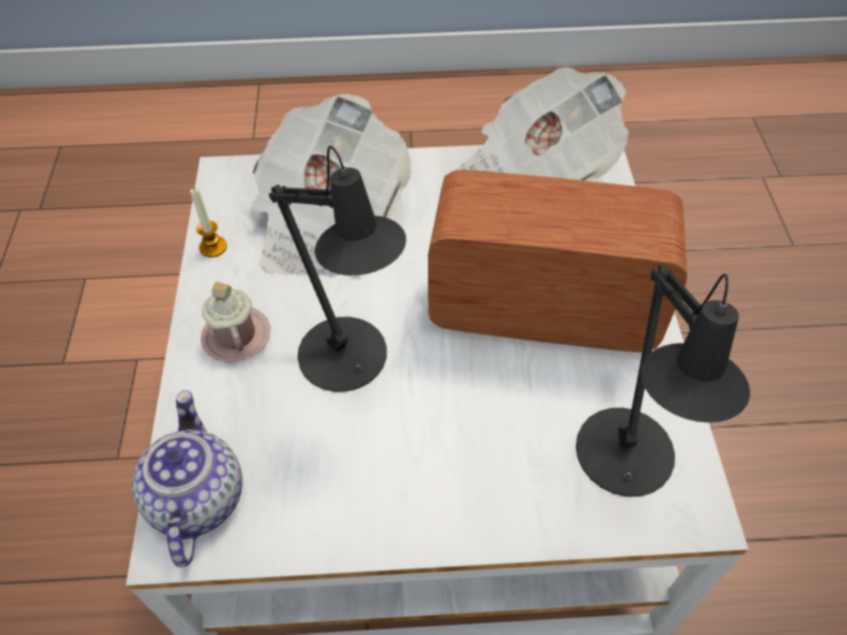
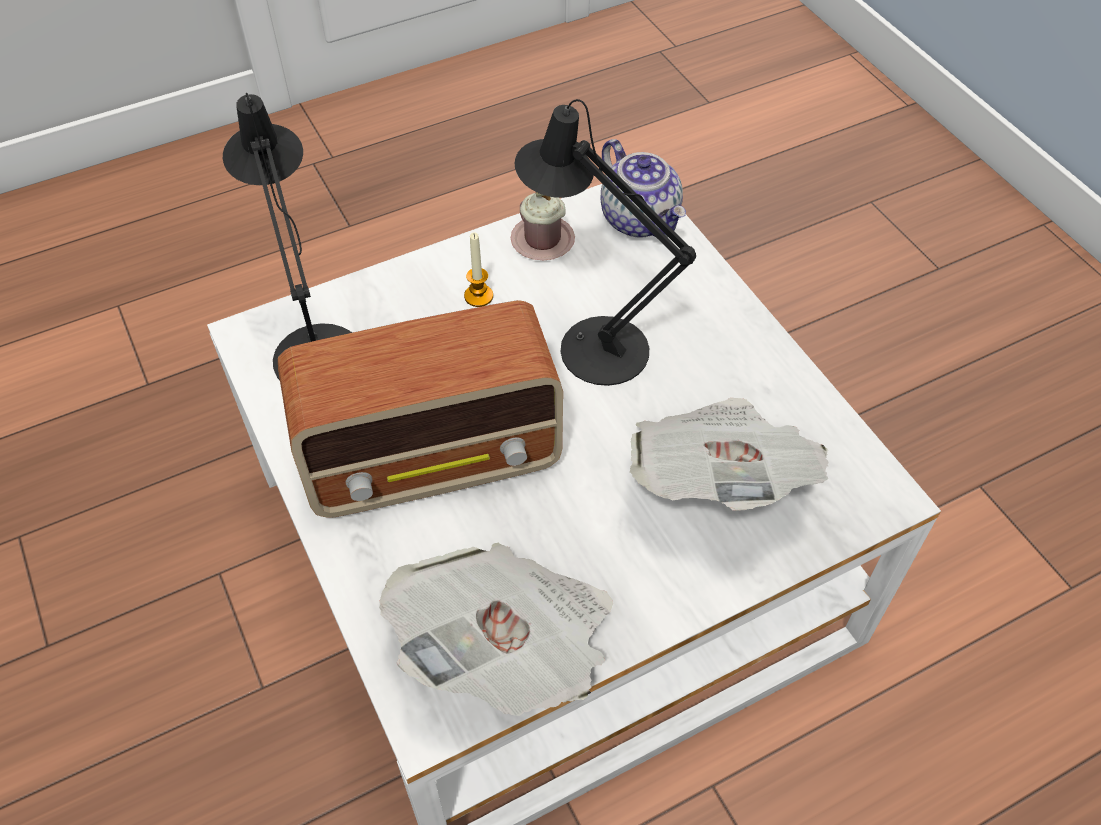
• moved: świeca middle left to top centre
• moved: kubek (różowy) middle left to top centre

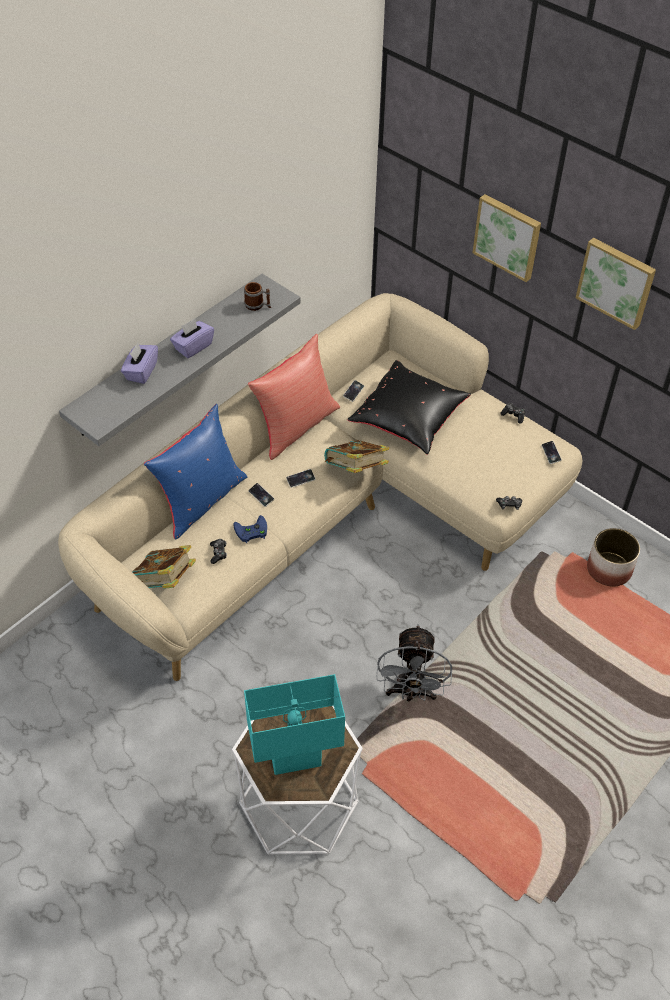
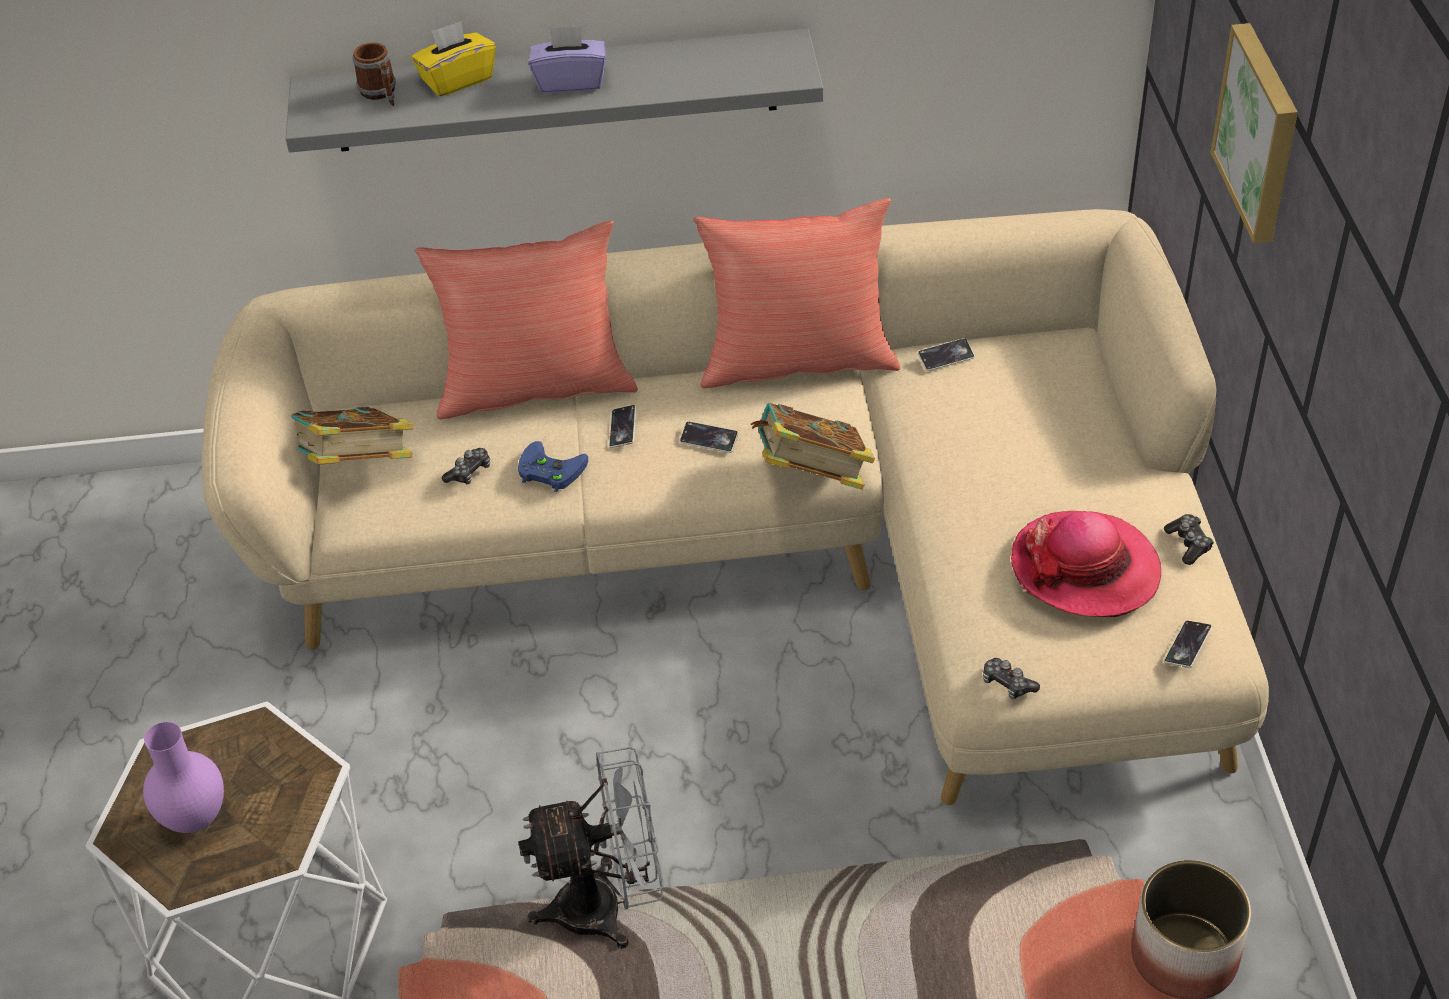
• removed: poduszka (czarny) centre
• removed: obraz (2nd from left) top right
• added: kapelusz middle right
• moved: kubek top centre to top left
• replaced: lampa stołowa (turkusowy) bottom centre to wazon (fioletowy) bottom left
• recoloured: pudełko chusteczek (fioletowy) (1st from left) middle left to pudełko chusteczek (żółty) top left
• recoloured: poduszka (niebieski) middle left to poduszka (czerwony) (1st from left) top centre
• turned: wentylator (szary) centre = bottom centre 150 degrees counterclockwise

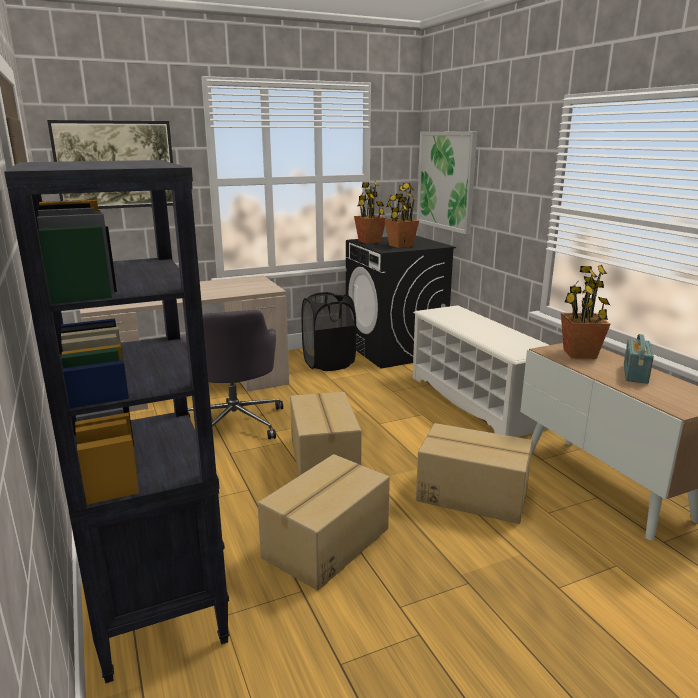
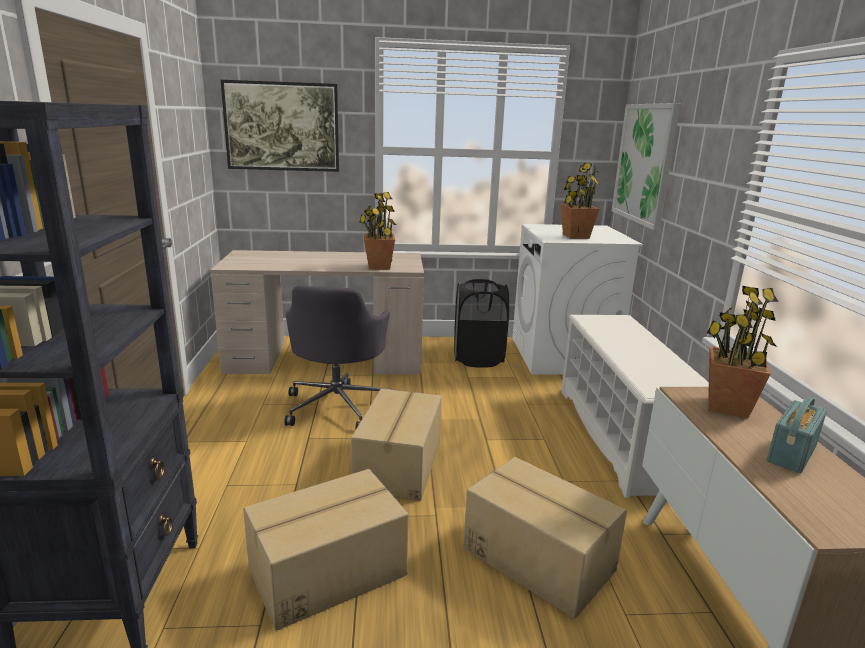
• moved: roślina doniczkowa (1st from left) top centre to centre
• recoloured: pralka (czarny) centre to pralka (biały) middle right

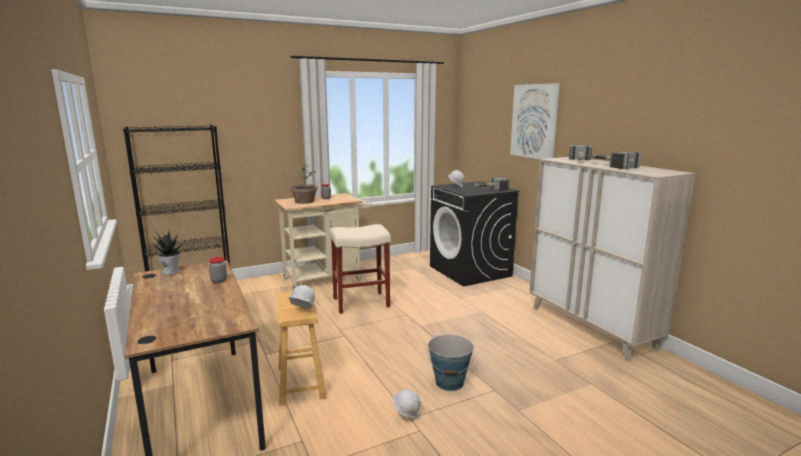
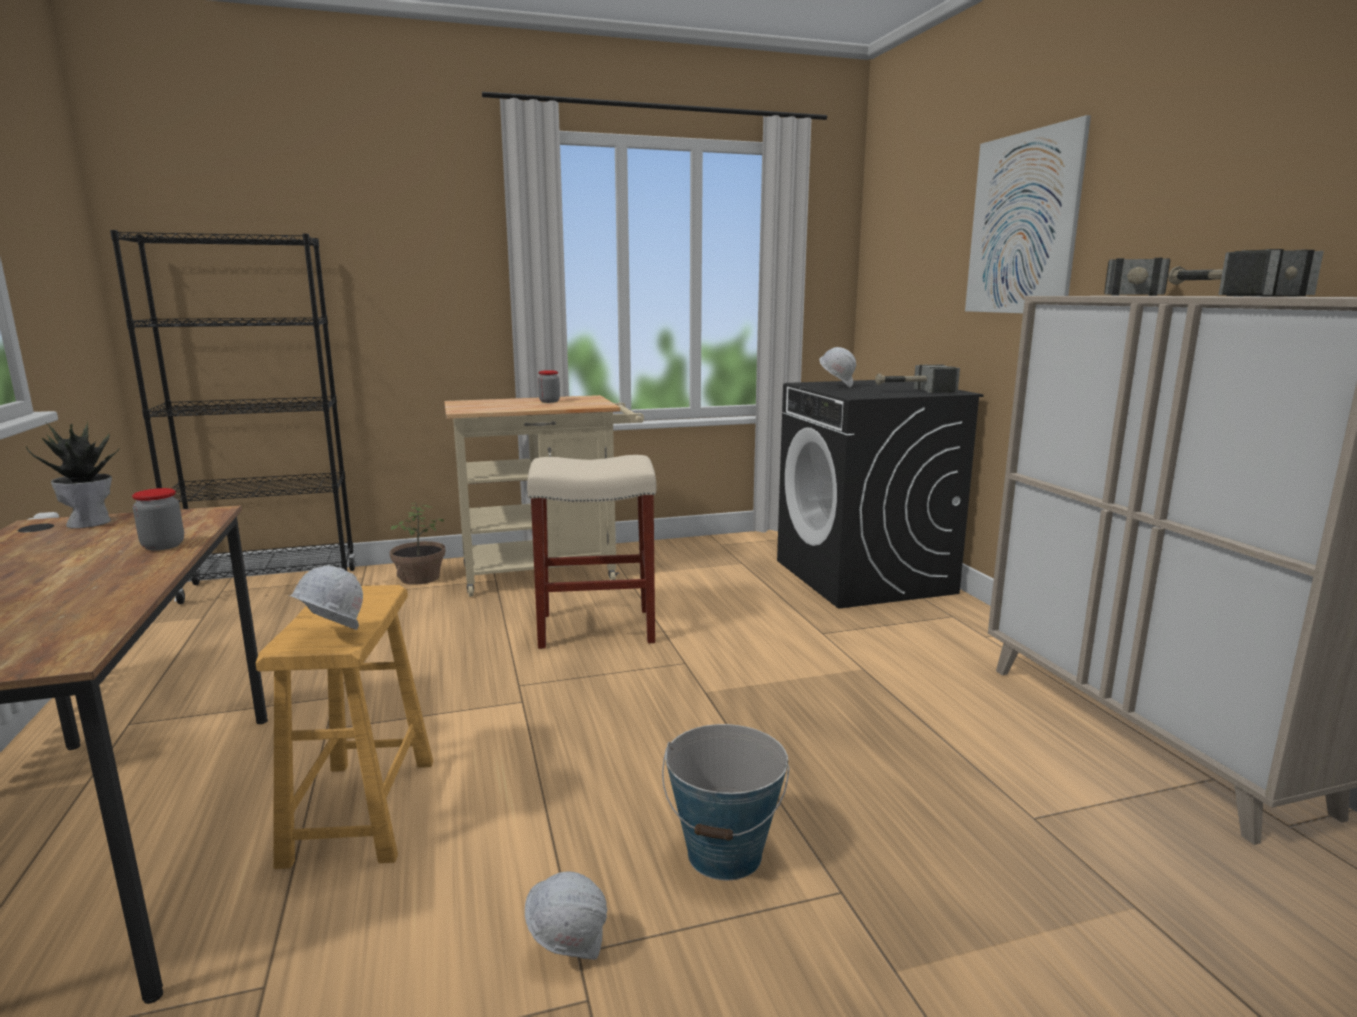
• moved: roślina doniczkowa (2nd from left) centre to middle left

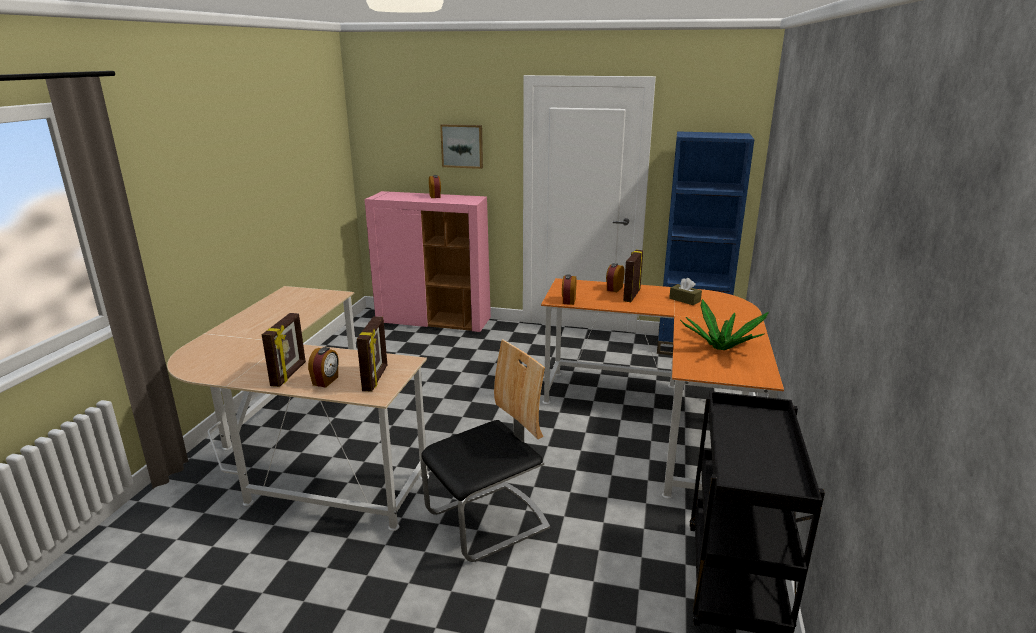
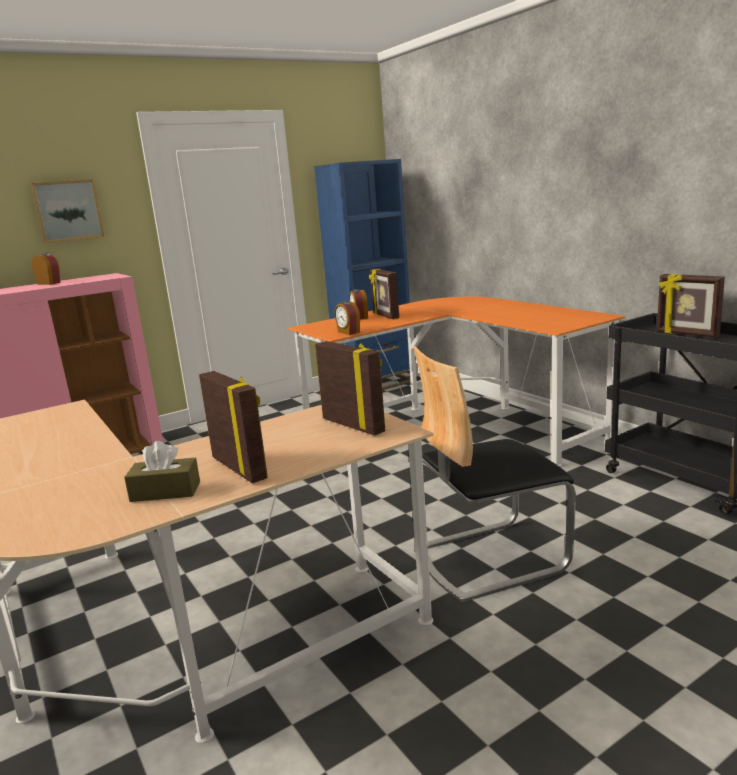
• removed: budzik (1st from left) middle left
• removed: roślina doniczkowa middle right
• added: ramka na zdjęcie (4th from left) middle right
• moved: pudełko chusteczek (brązowy) centre to middle left
• turned: krzesło bottom centre = middle right 120 degrees counterclockwise

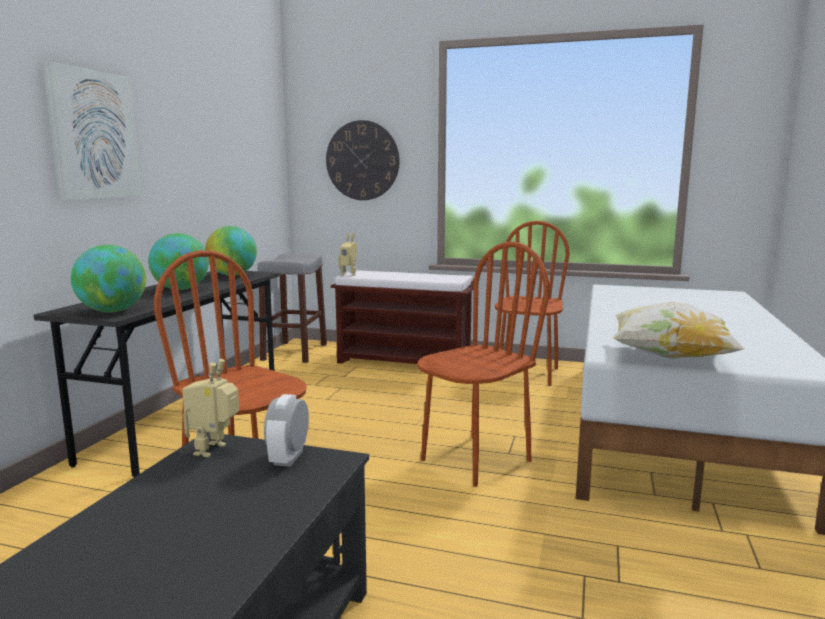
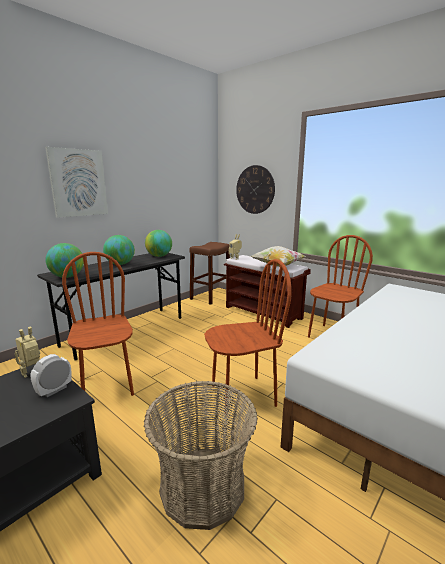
• added: koszyk bottom centre
• moved: poduszka middle right to centre
• recoloured: stołek (szary) centre to stołek (brązowy) centre

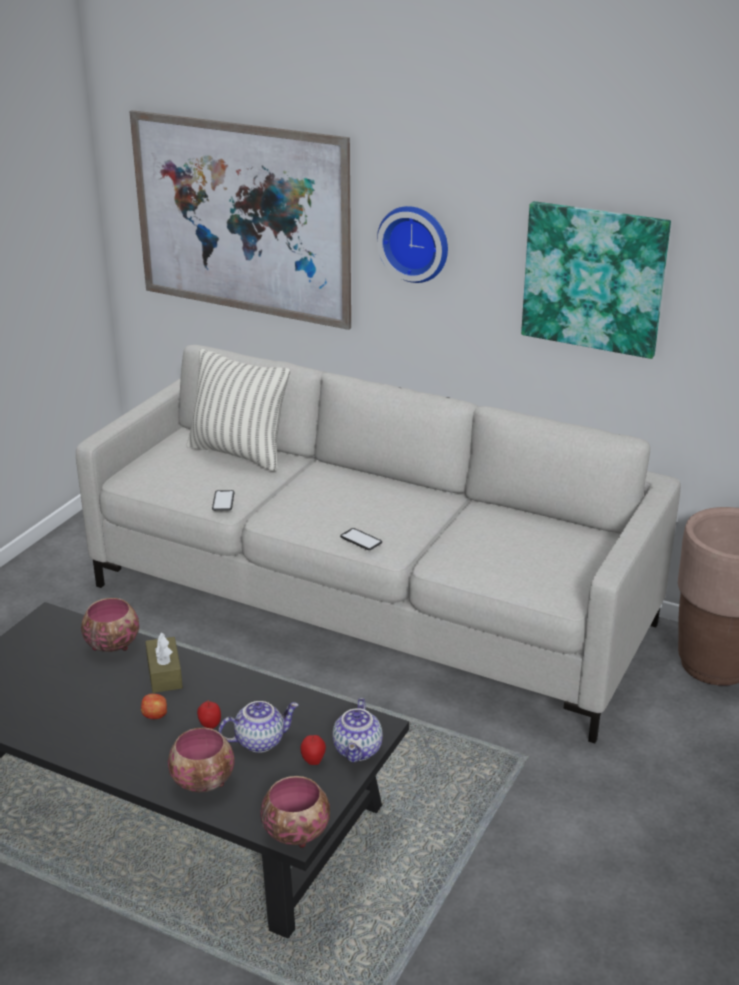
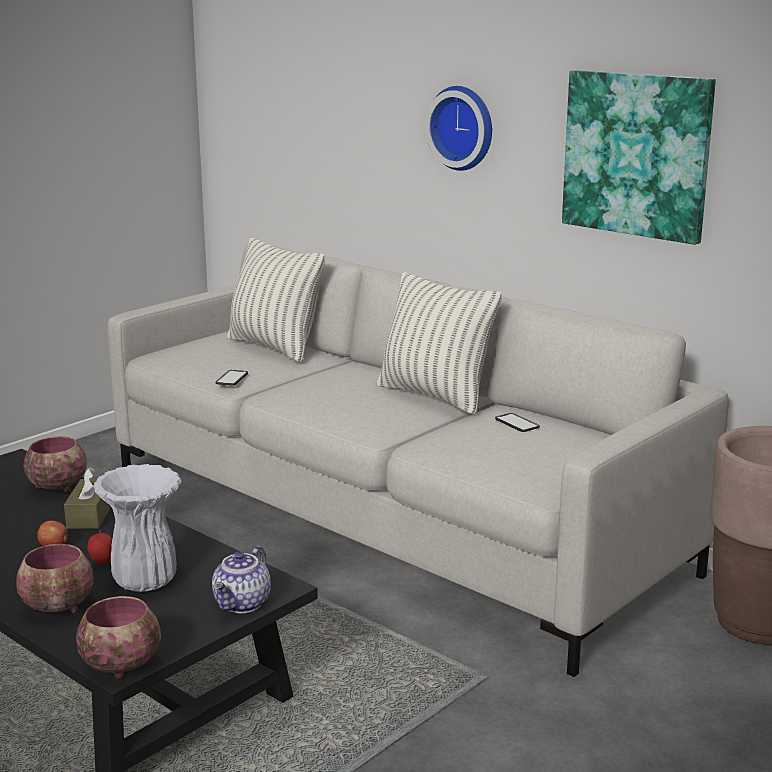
• removed: obraz (1st from left) top left
• removed: jabłko (3rd from left) bottom centre
• added: poduszka (2nd from left) centre
• moved: telefon (2nd from left) centre to middle right
• replaced: imbryk (1st from left) bottom centre to wazon (biały) bottom left

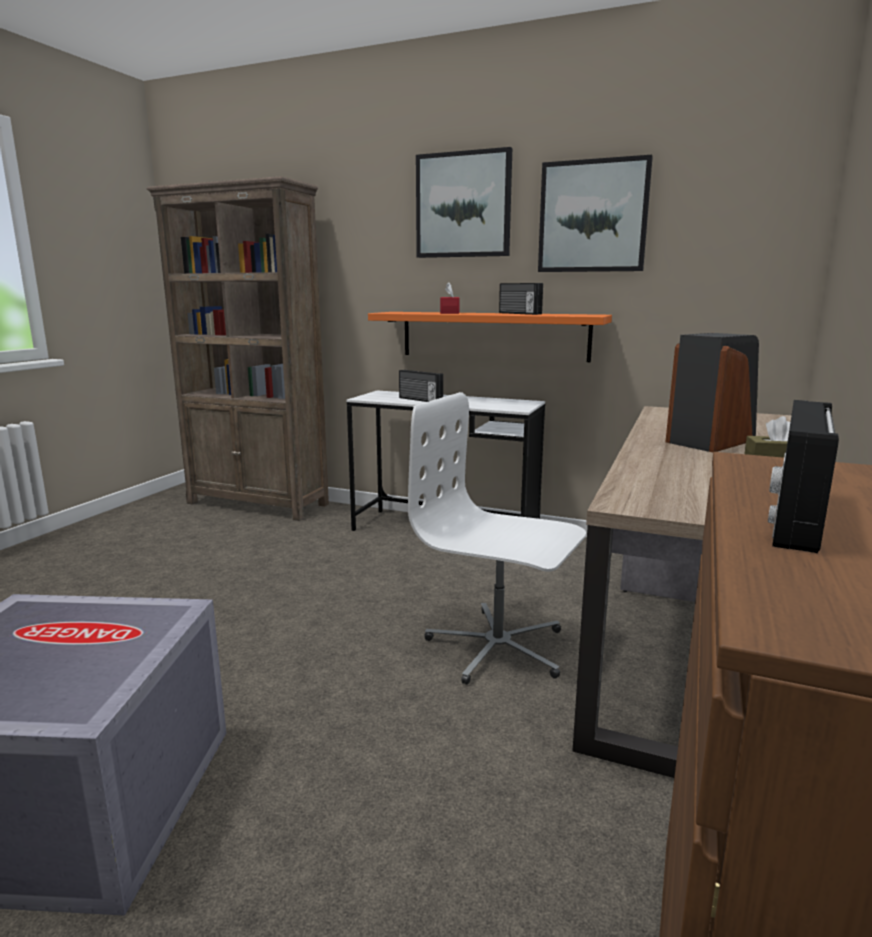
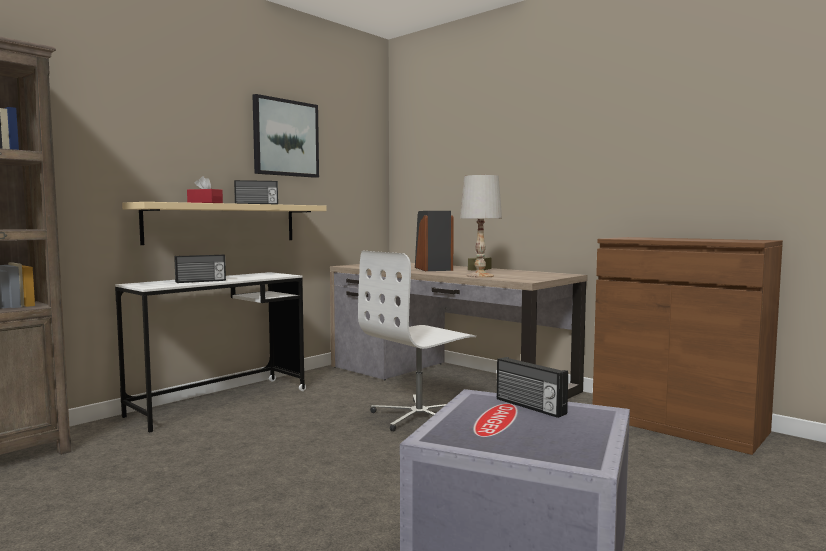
• removed: obraz (1st from left) top centre
• added: lampa stołowa (biały) centre
• moved: radio (3rd from left) middle right to bottom centre
• recoloured: półka (pomarańczowy) centre to półka (beżowy) middle left

